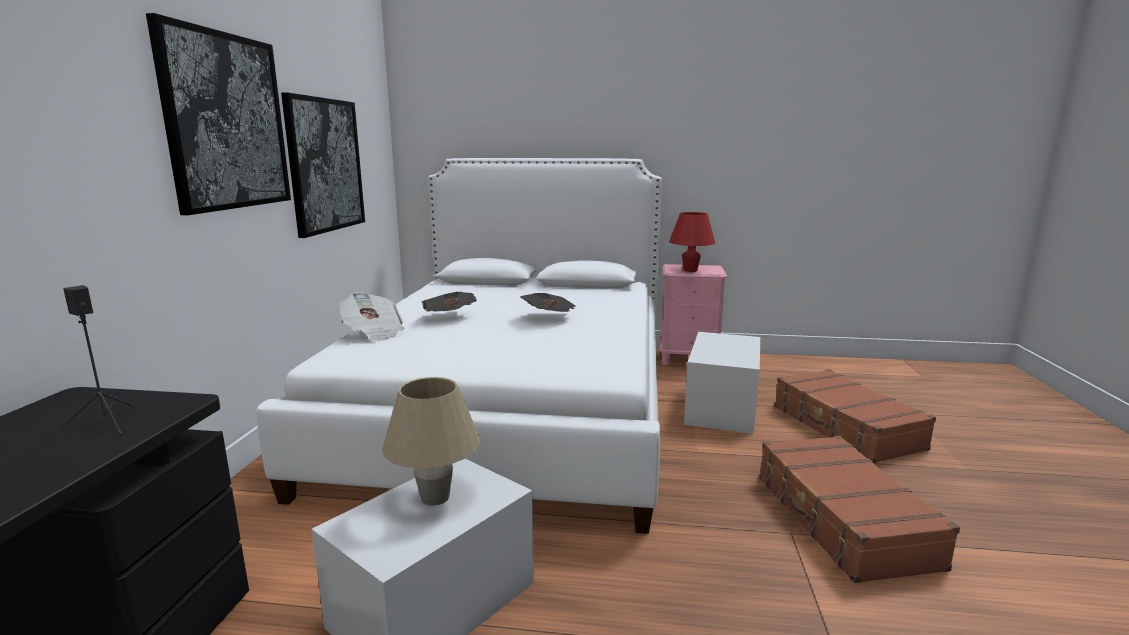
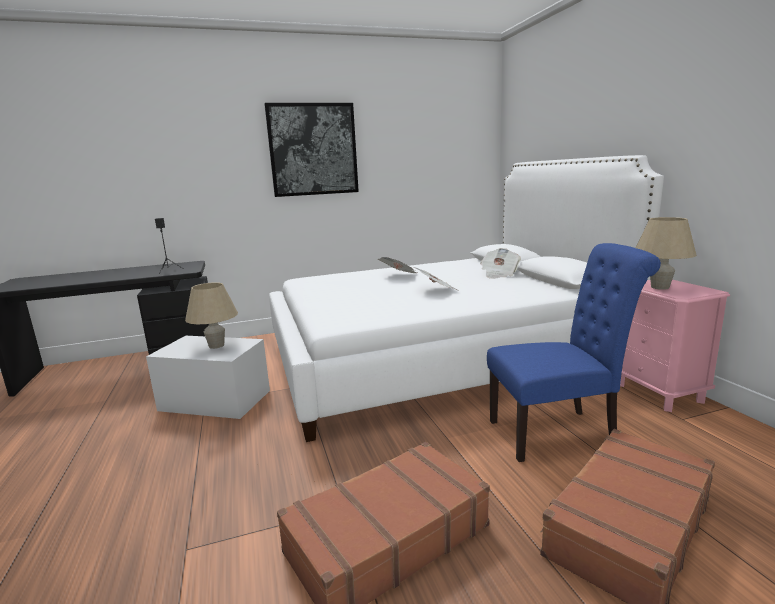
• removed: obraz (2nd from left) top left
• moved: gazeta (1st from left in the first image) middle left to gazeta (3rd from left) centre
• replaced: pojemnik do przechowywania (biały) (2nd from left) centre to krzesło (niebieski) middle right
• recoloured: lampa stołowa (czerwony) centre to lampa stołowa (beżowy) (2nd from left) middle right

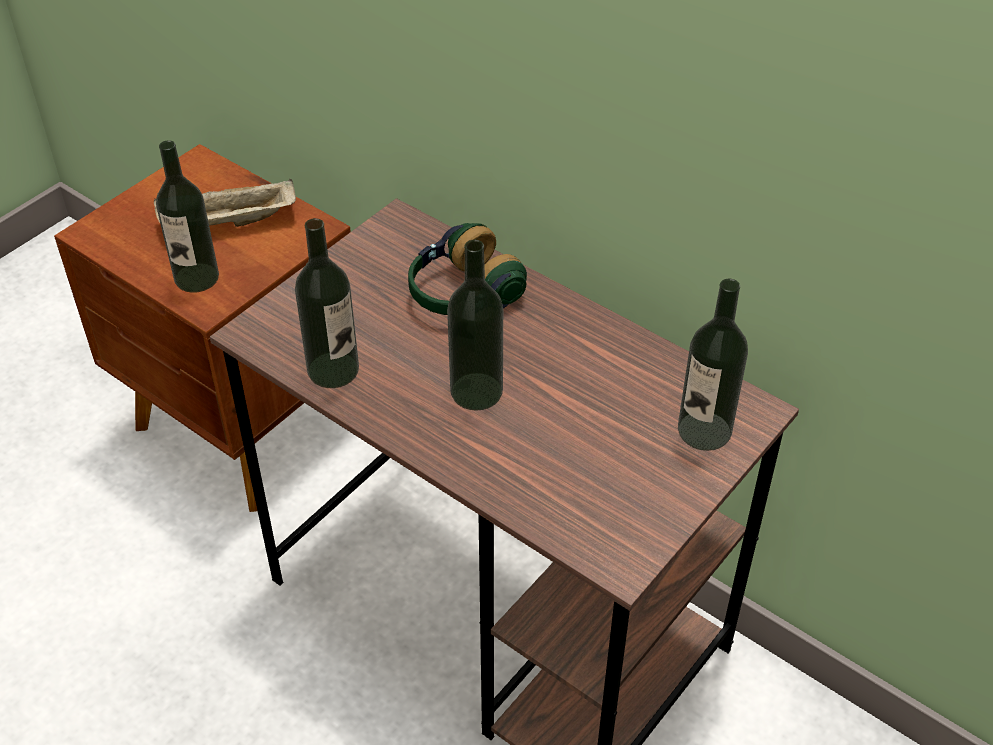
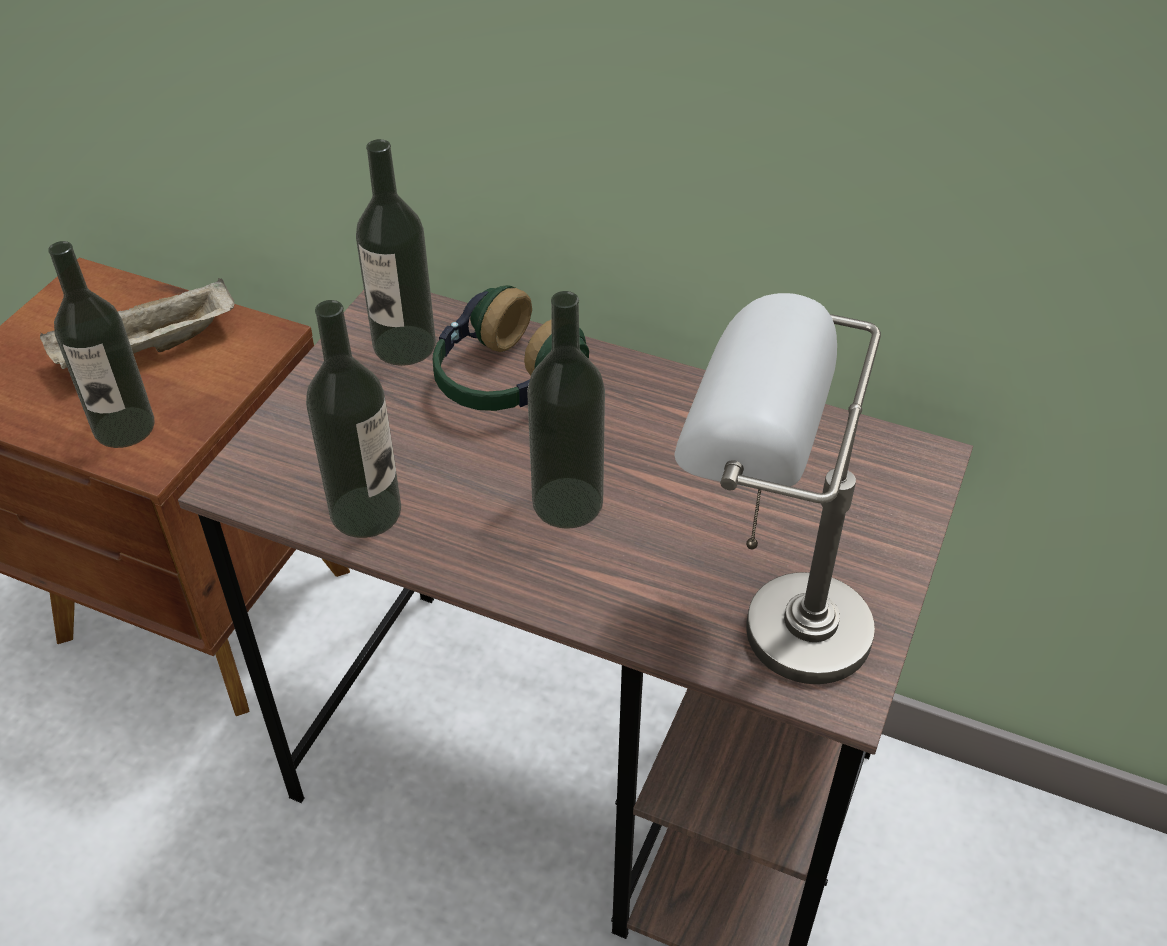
• added: lampa stołowa (szary) centre
• moved: butelka (4th from left in the first image) middle right to butelka (3rd from left) top centre

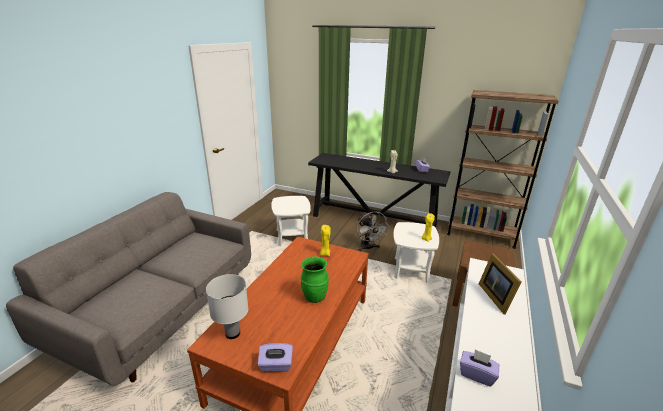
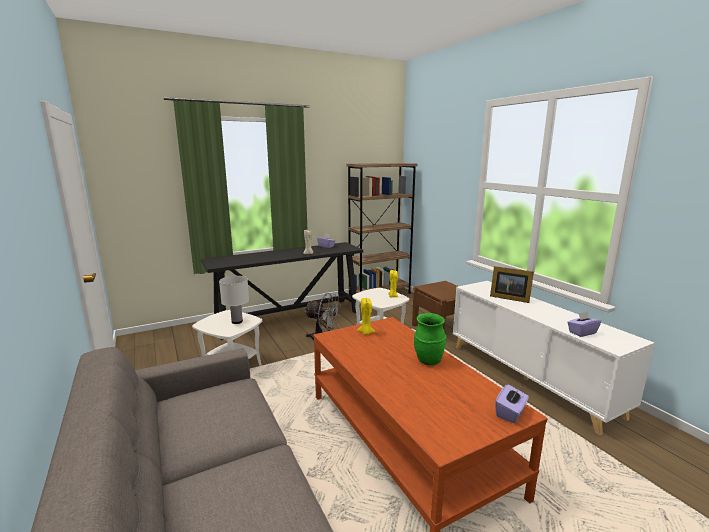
• moved: lampa stołowa (biały) bottom centre to middle left

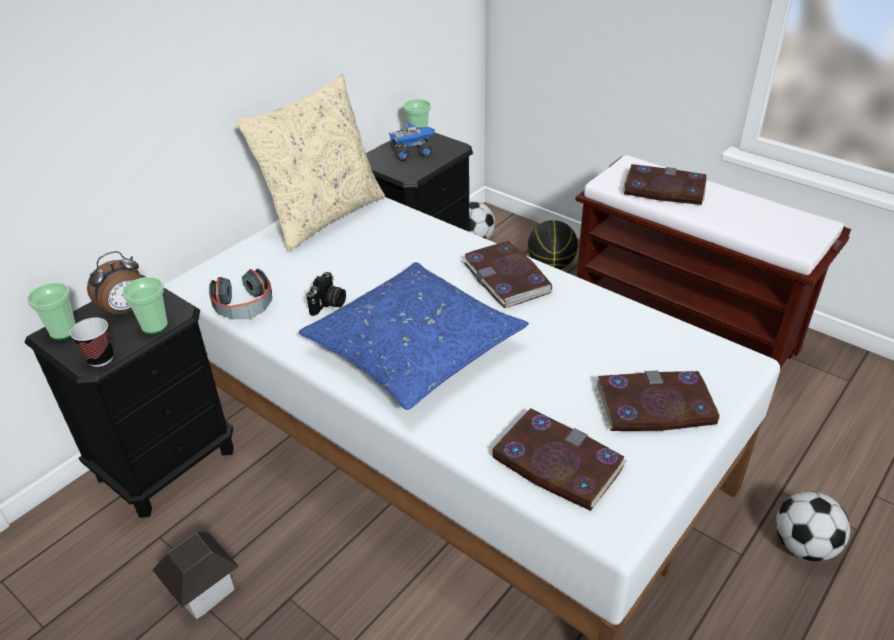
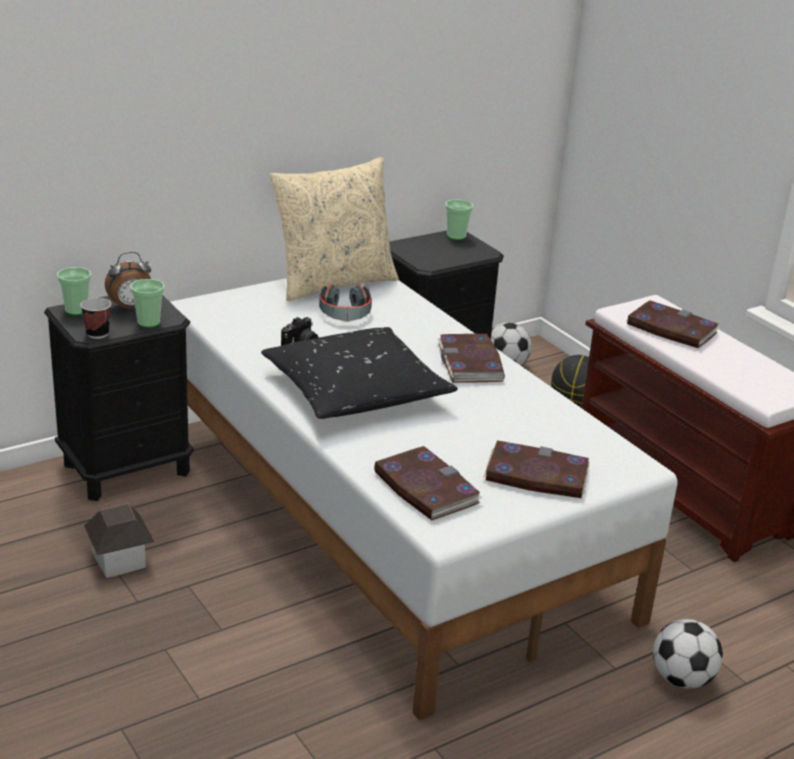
• removed: ciężarówka zabawkowa top centre
• moved: słuchawki middle left to centre
• recoloured: poduszka (niebieski) centre to poduszka (czarny) centre

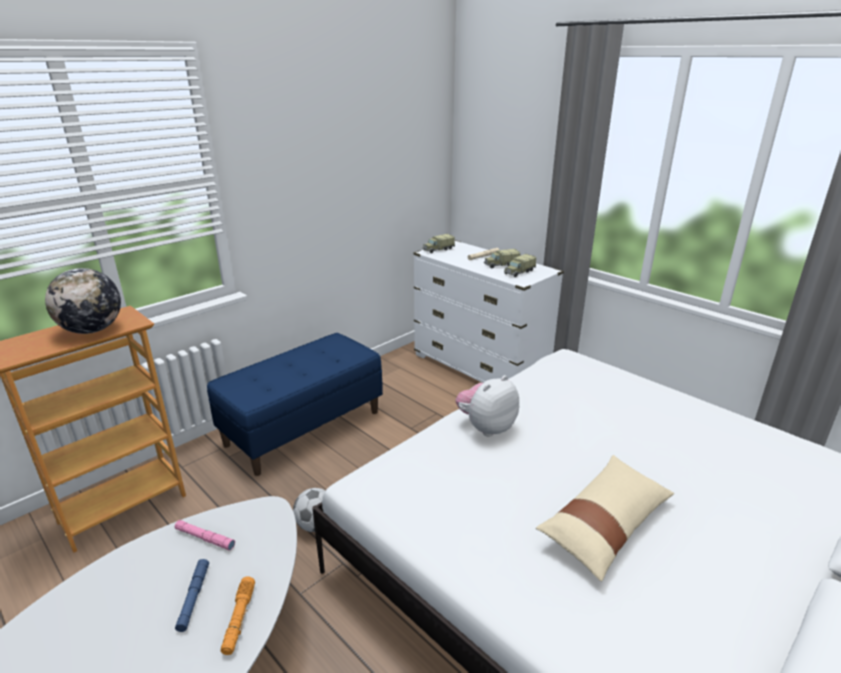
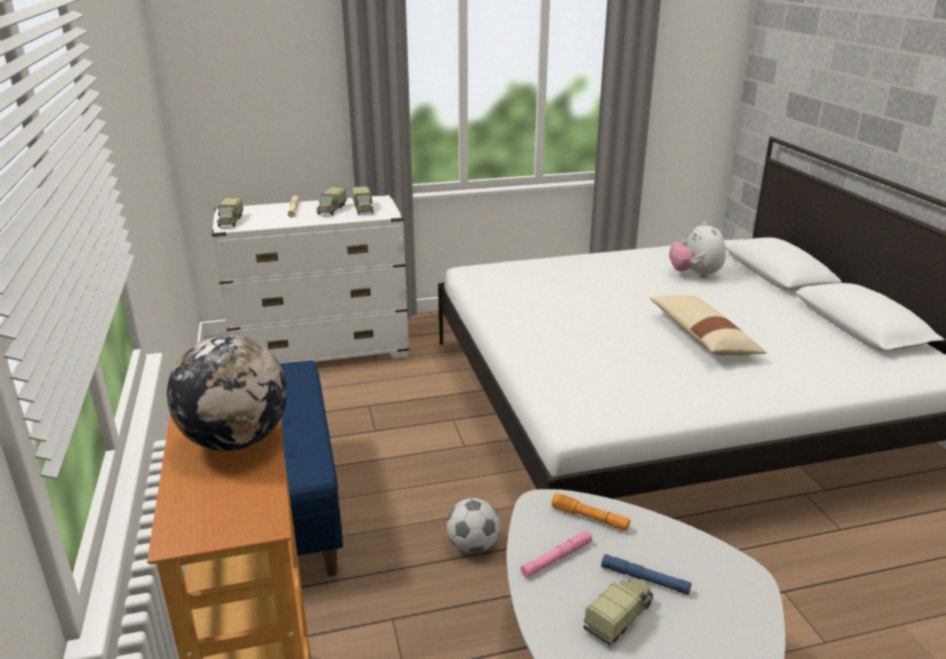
• added: ciężarówka zabawkowa (4th from left) bottom centre
• moved: latarka (pomarańczowy) bottom left to bottom centre
• moved: pluszak centre to middle right

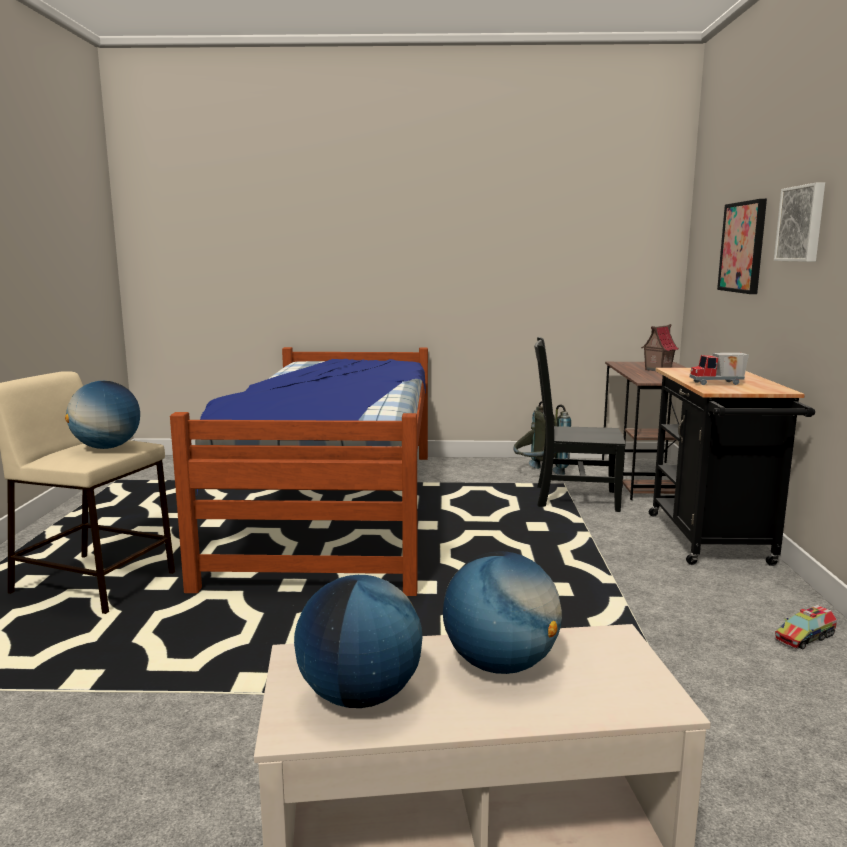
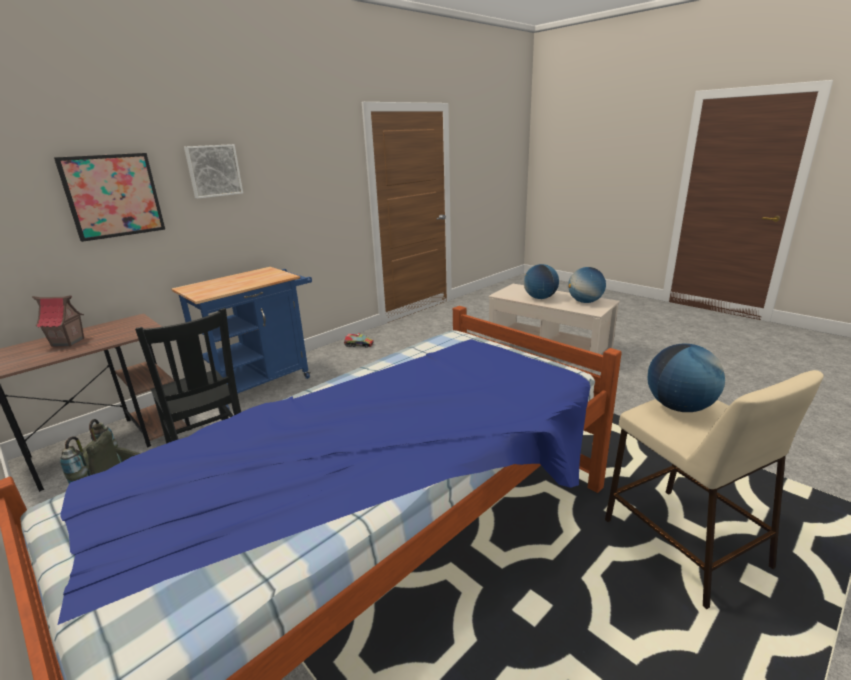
• removed: ciężarówka zabawkowa (1st from left) middle right
• recoloured: wózek (czarny) middle right to wózek (niebieski) middle left

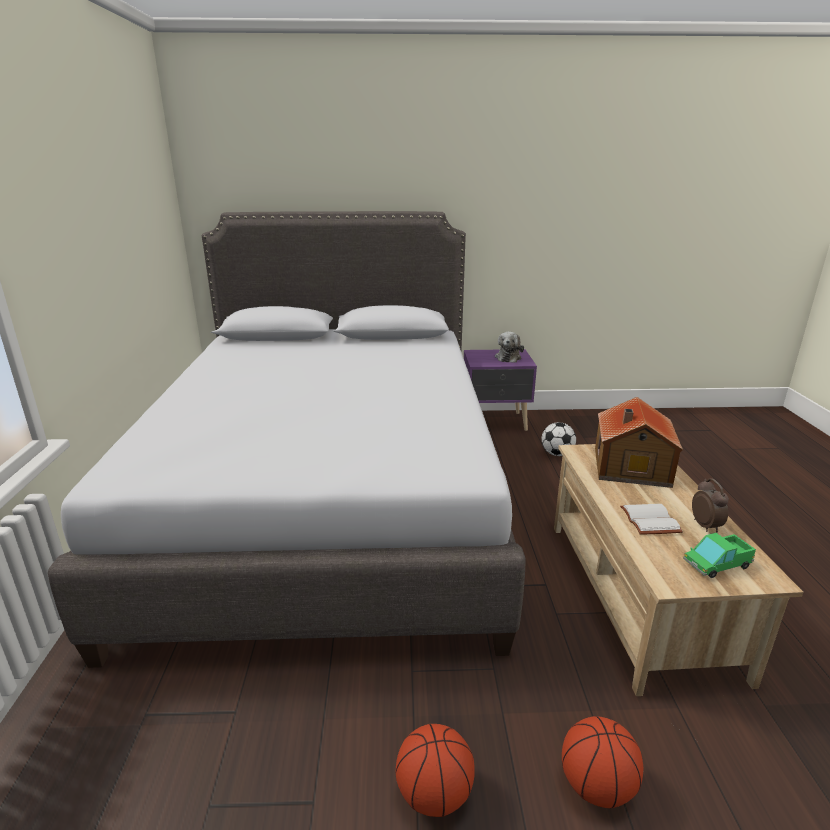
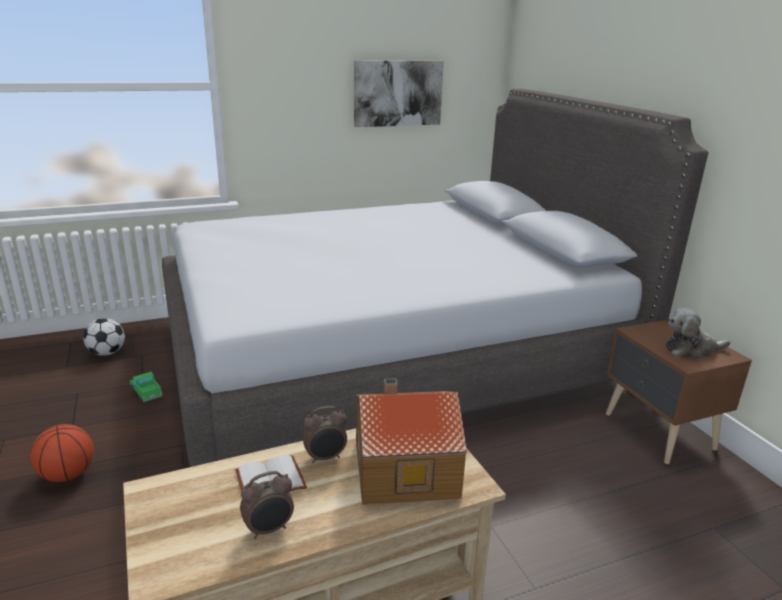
• removed: piłka do koszykówki (2nd from left) bottom right
• added: budzik (2nd from left) bottom centre
• added: obraz top centre
• moved: piłka futbolowa middle right to middle left
• moved: ciężarówka zabawkowa bottom right to middle left
• recoloured: szafka nocna (fioletowy) centre to szafka nocna (brązowy) middle right

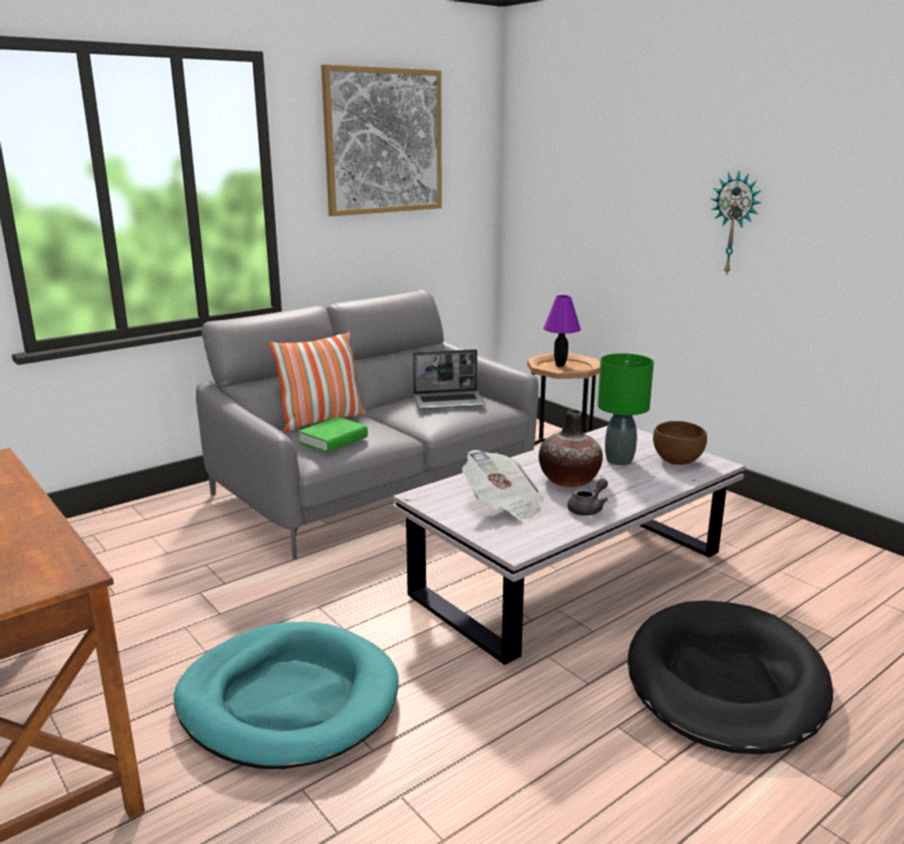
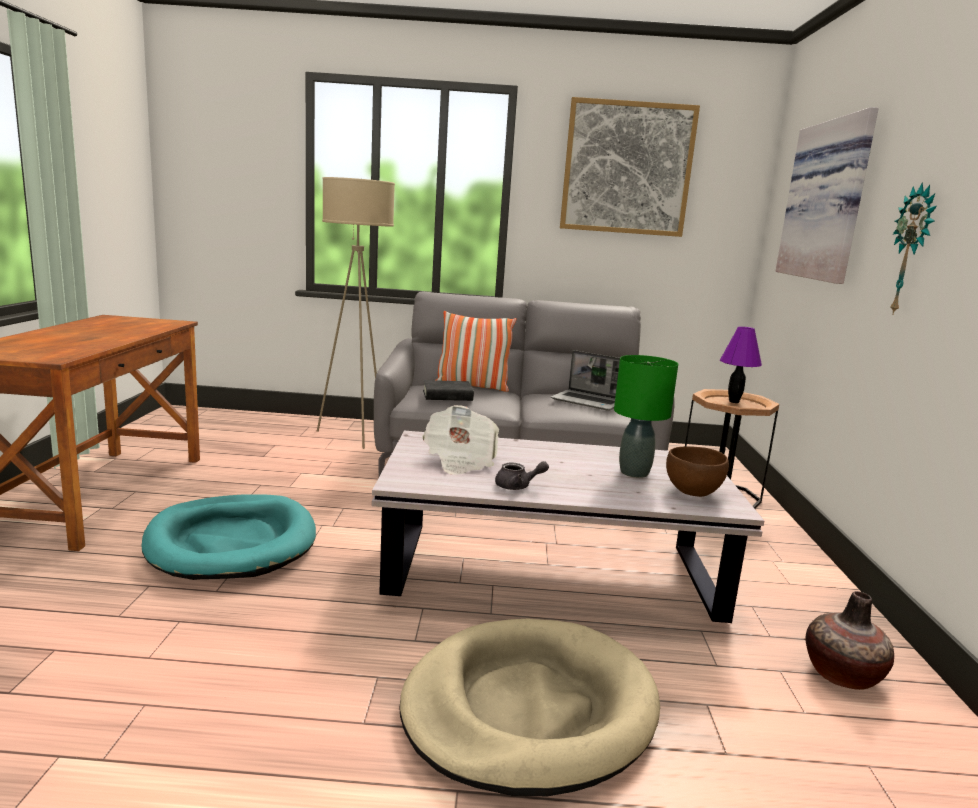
• added: lampa stojąca (beżowy) centre
• added: obraz (2nd from left) top right
• moved: wazon centre to bottom right
• recoloured: książka (zielony) centre to książka (czarny) centre
• recoloured: legowisko (czarny) bottom right to legowisko (beżowy) bottom centre

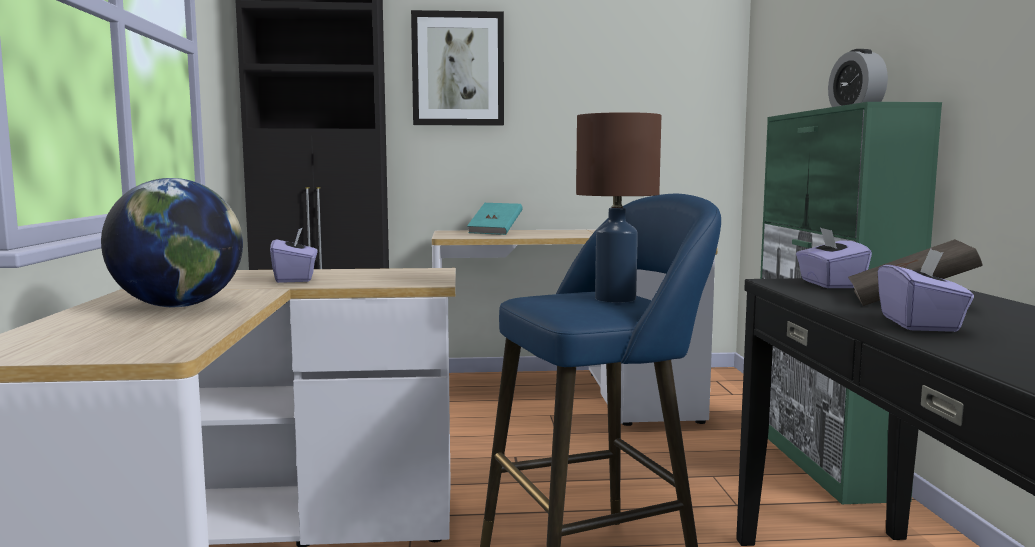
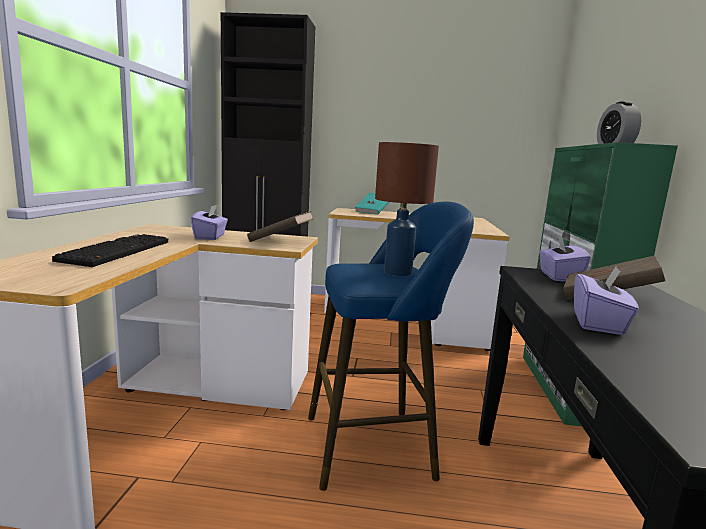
• removed: obraz top centre
• added: książka (brązowy) (1st from left) centre
• replaced: globus middle left to klawiatura middle left

